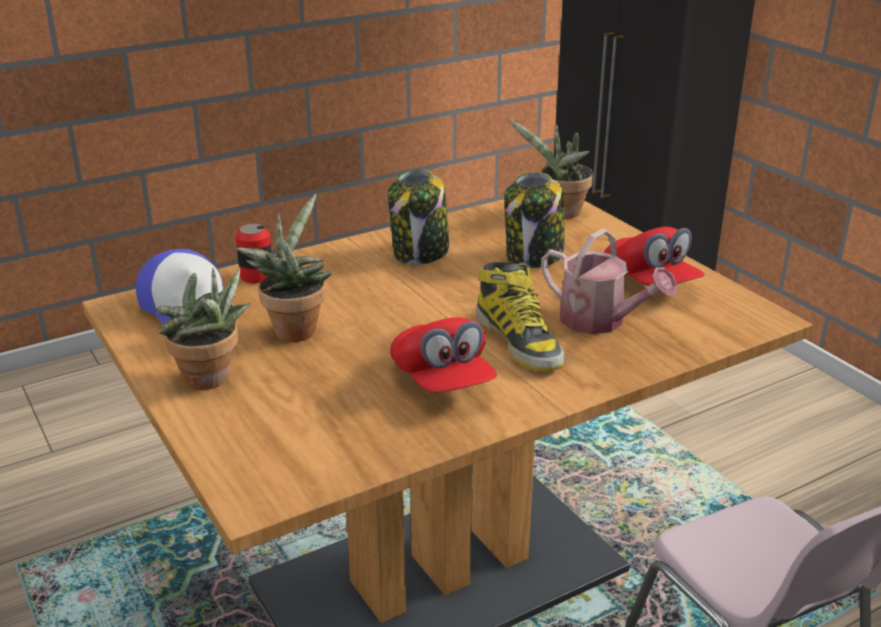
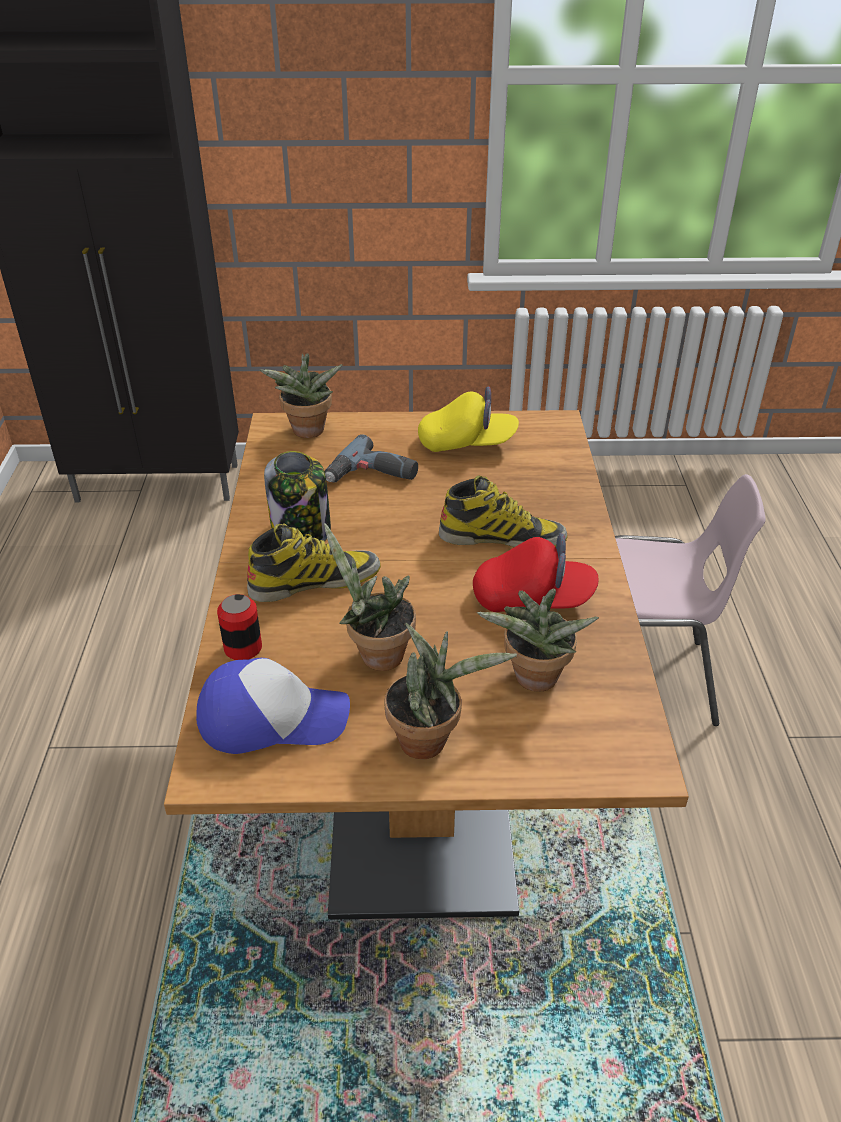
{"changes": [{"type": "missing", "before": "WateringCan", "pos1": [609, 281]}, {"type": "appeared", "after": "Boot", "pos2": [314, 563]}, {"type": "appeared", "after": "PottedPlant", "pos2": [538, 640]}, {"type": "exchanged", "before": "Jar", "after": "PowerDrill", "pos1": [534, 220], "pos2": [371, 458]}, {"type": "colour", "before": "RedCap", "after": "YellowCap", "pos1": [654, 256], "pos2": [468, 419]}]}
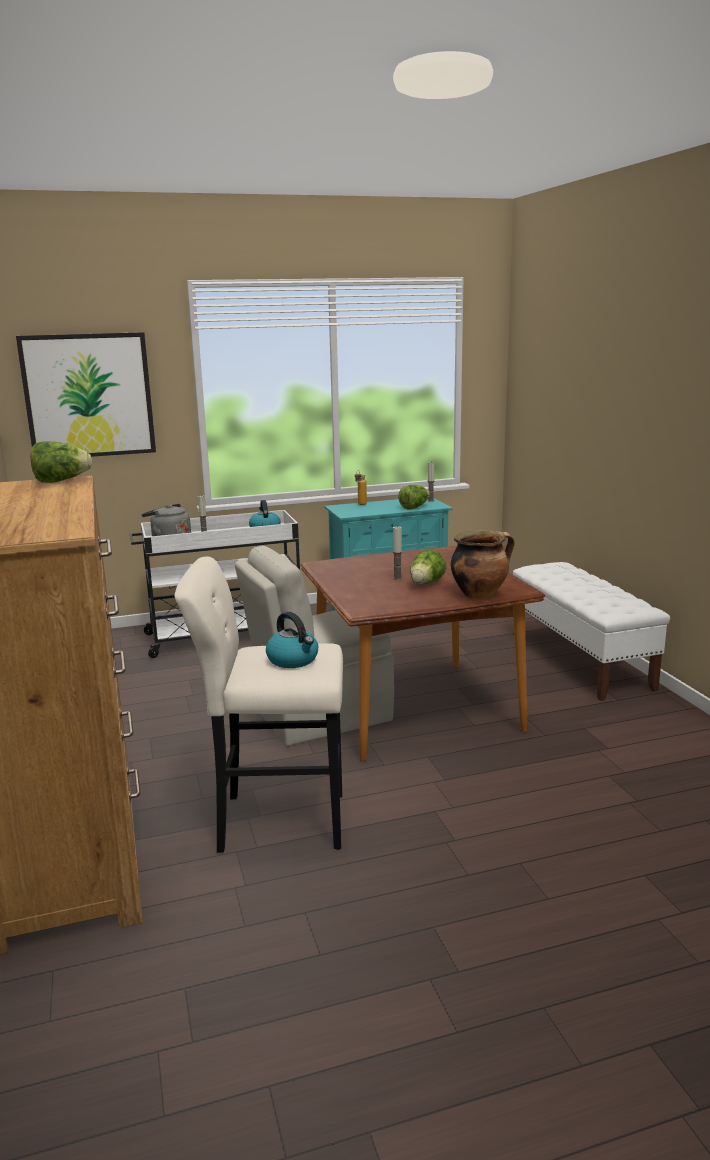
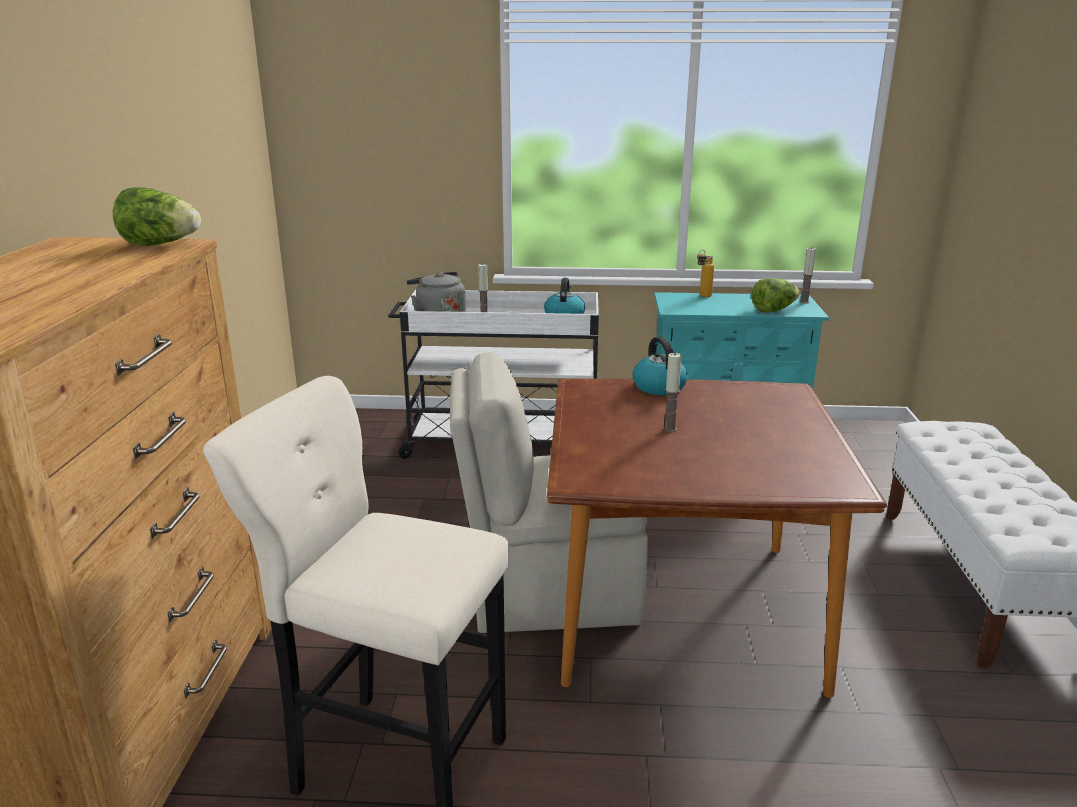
{"changes": [{"type": "missing", "before": "Picture", "pos1": [86, 394]}, {"type": "missing", "before": "Lettuce", "pos1": [428, 567]}, {"type": "missing", "before": "CookingPot", "pos1": [483, 564]}, {"type": "relocated", "before": "Kettle", "pos1": [292, 640], "pos2": [660, 365]}]}
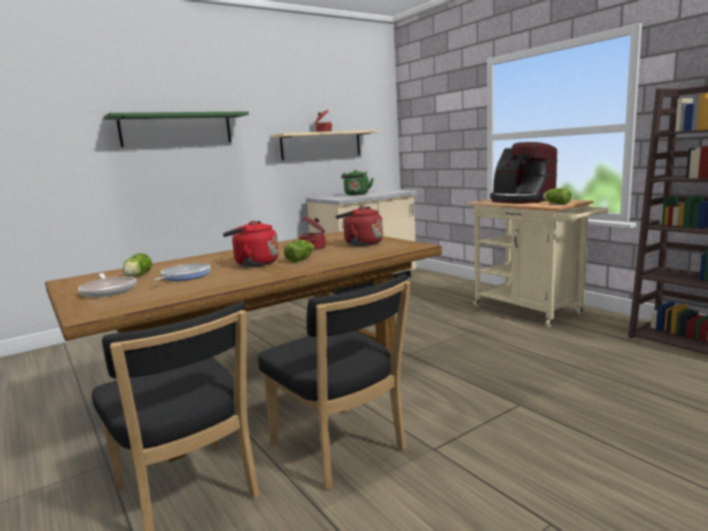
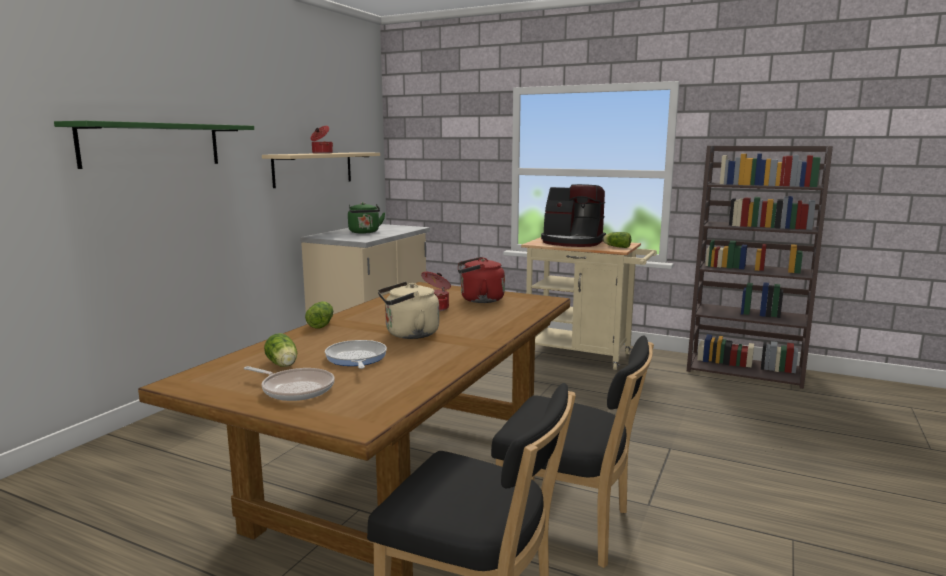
{"changes": [{"type": "relocated", "before": "Lettuce", "pos1": [299, 251], "pos2": [319, 315]}, {"type": "colour", "before": "RedKettle", "after": "BeigeKettle", "pos1": [251, 244], "pos2": [408, 310]}]}
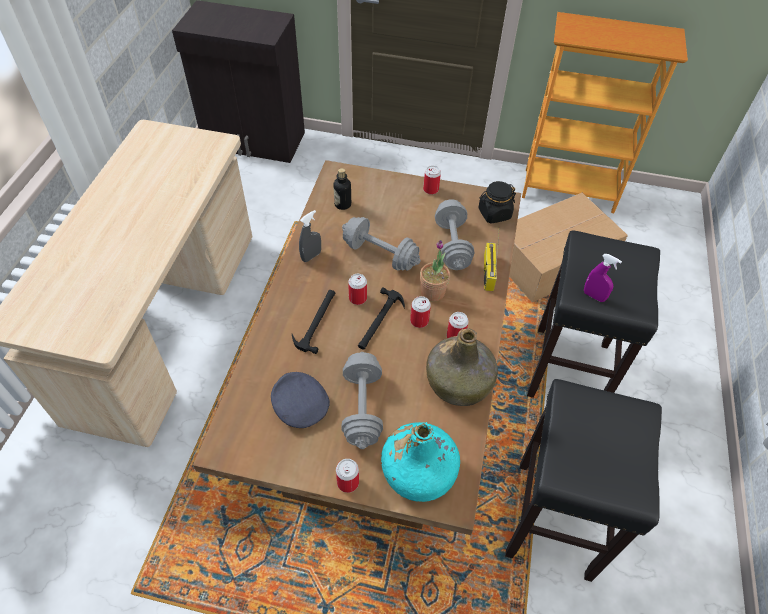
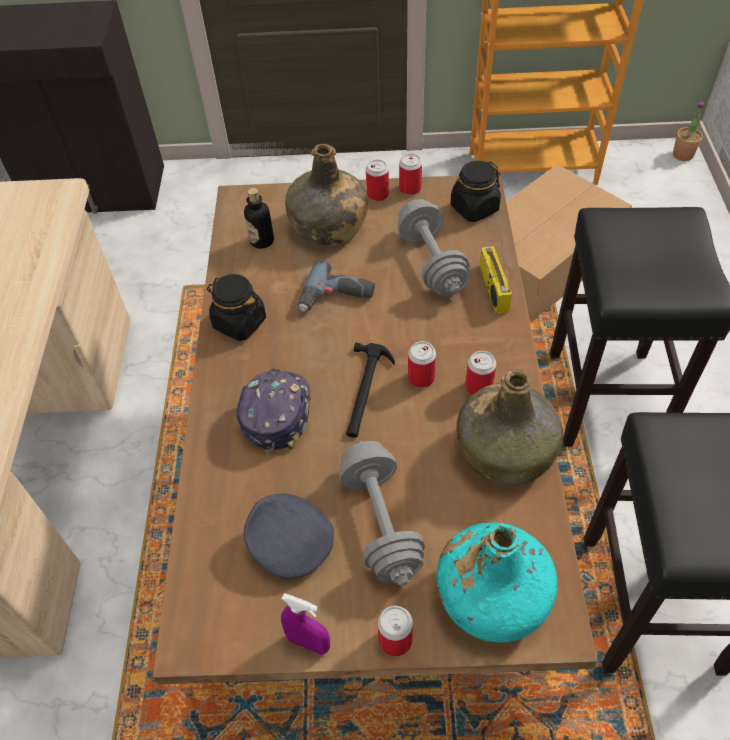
{"changes": [{"type": "appeared", "after": "GreenBottle", "pos2": [326, 195]}, {"type": "relocated", "before": "Can", "pos1": [357, 289], "pos2": [410, 174]}, {"type": "relocated", "before": "PottedPlant", "pos1": [435, 271], "pos2": [688, 130]}, {"type": "relocated", "before": "PurpleSprayBottle", "pos1": [603, 278], "pos2": [305, 624]}, {"type": "exchanged", "before": "Hammer", "after": "Cap", "pos1": [313, 322], "pos2": [273, 410]}, {"type": "exchanged", "before": "GreySprayBottle", "after": "BlackJar", "pos1": [310, 236], "pos2": [236, 307]}, {"type": "exchanged", "before": "GreyDumbbell", "after": "PowerDrill", "pos1": [381, 244], "pos2": [336, 286]}]}
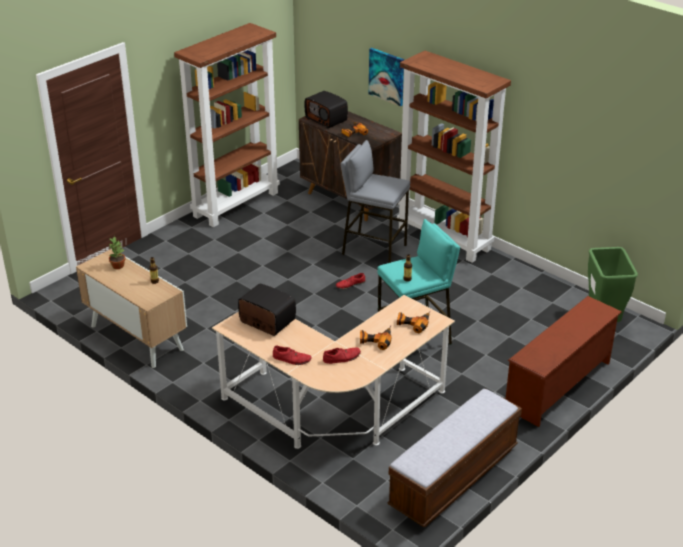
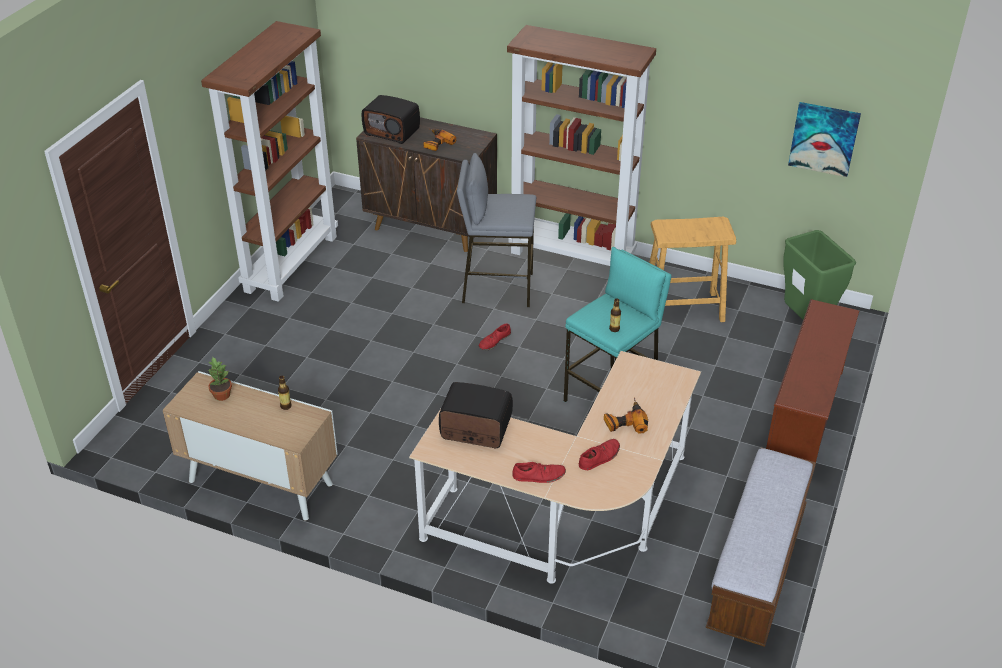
{"changes": [{"type": "missing", "before": "PowerDrill", "pos1": [414, 321]}, {"type": "appeared", "after": "BeigeStool", "pos2": [692, 269]}, {"type": "relocated", "before": "Picture", "pos1": [386, 77], "pos2": [824, 139]}]}
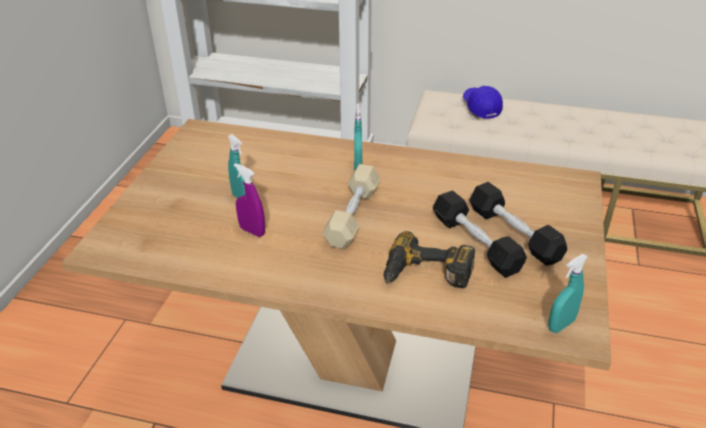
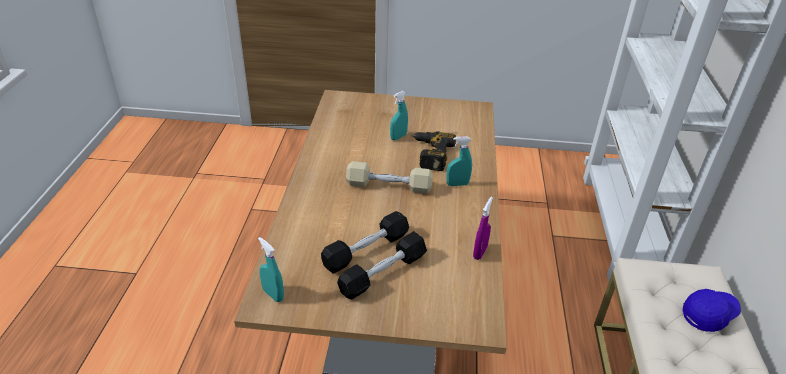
{"changes": [{"type": "relocated", "before": "PurpleSprayBottle", "pos1": [249, 200], "pos2": [483, 228]}, {"type": "relocated", "before": "PowerDrill", "pos1": [429, 259], "pos2": [433, 151]}]}
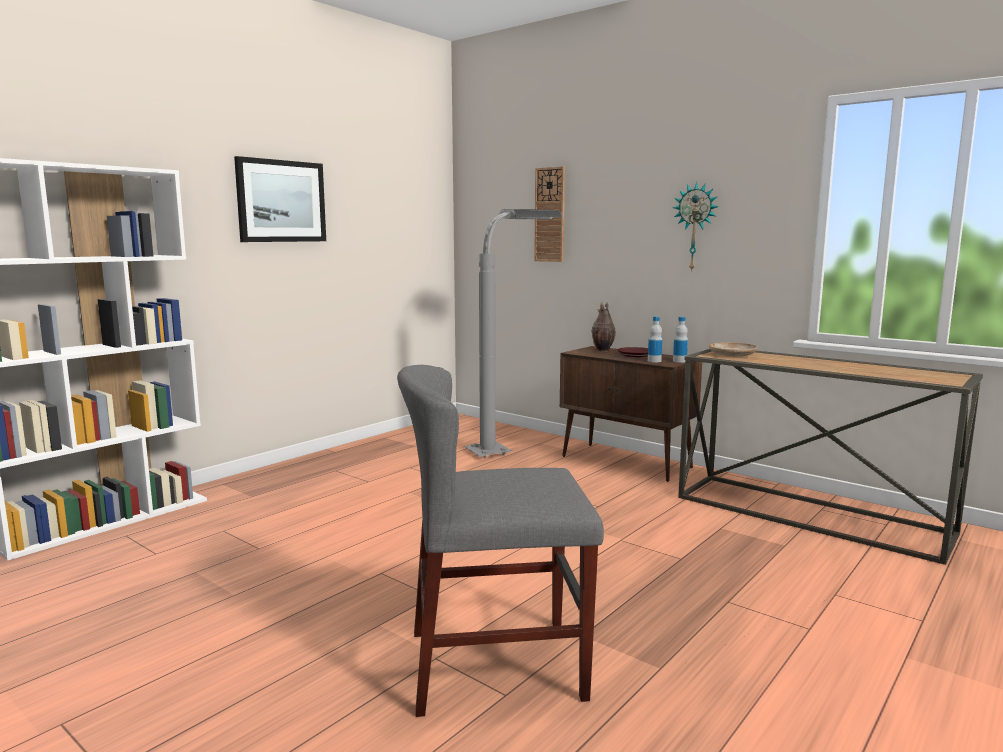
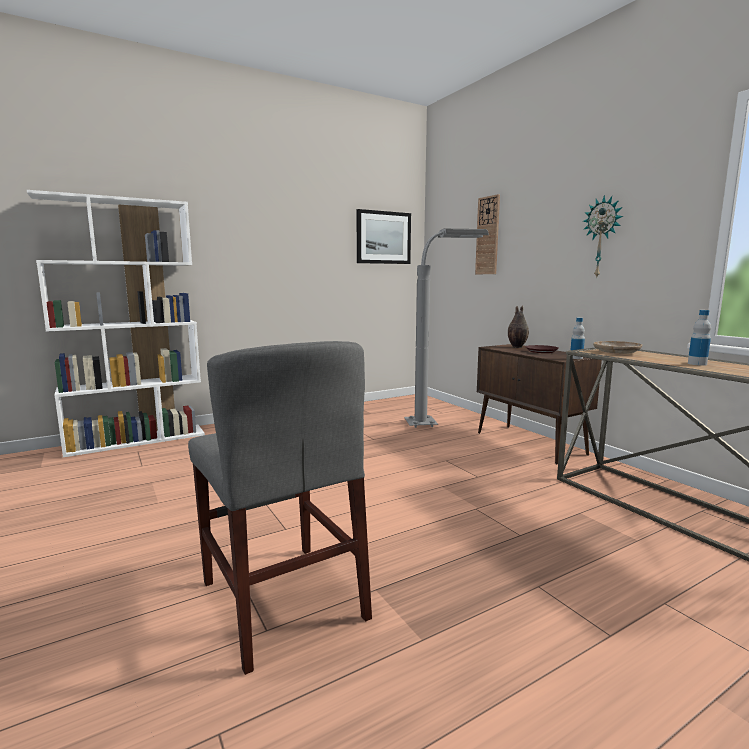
{"changes": [{"type": "relocated", "before": "Picture", "pos1": [280, 199], "pos2": [383, 236]}, {"type": "relocated", "before": "Bottle", "pos1": [655, 339], "pos2": [699, 338]}, {"type": "spun", "before": "GreyChair", "pos1": [500, 541], "pos2": [280, 508], "turn": -135}]}
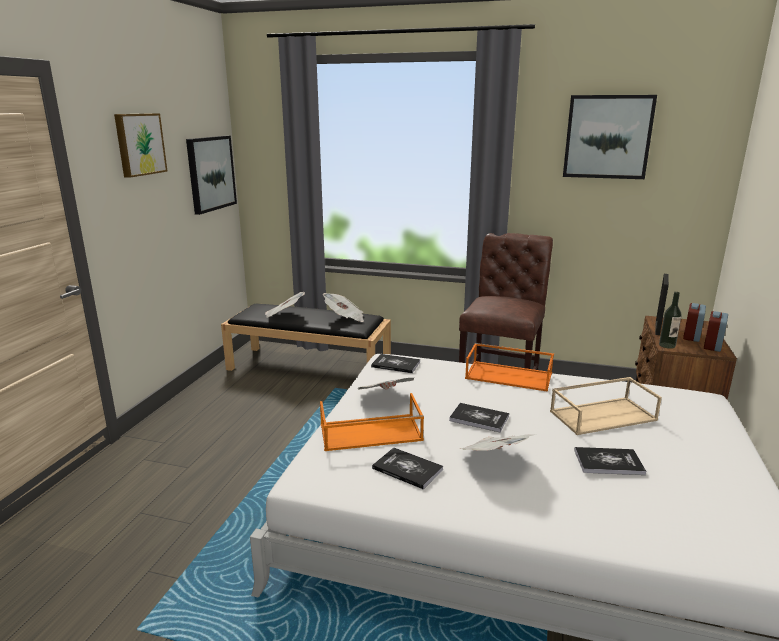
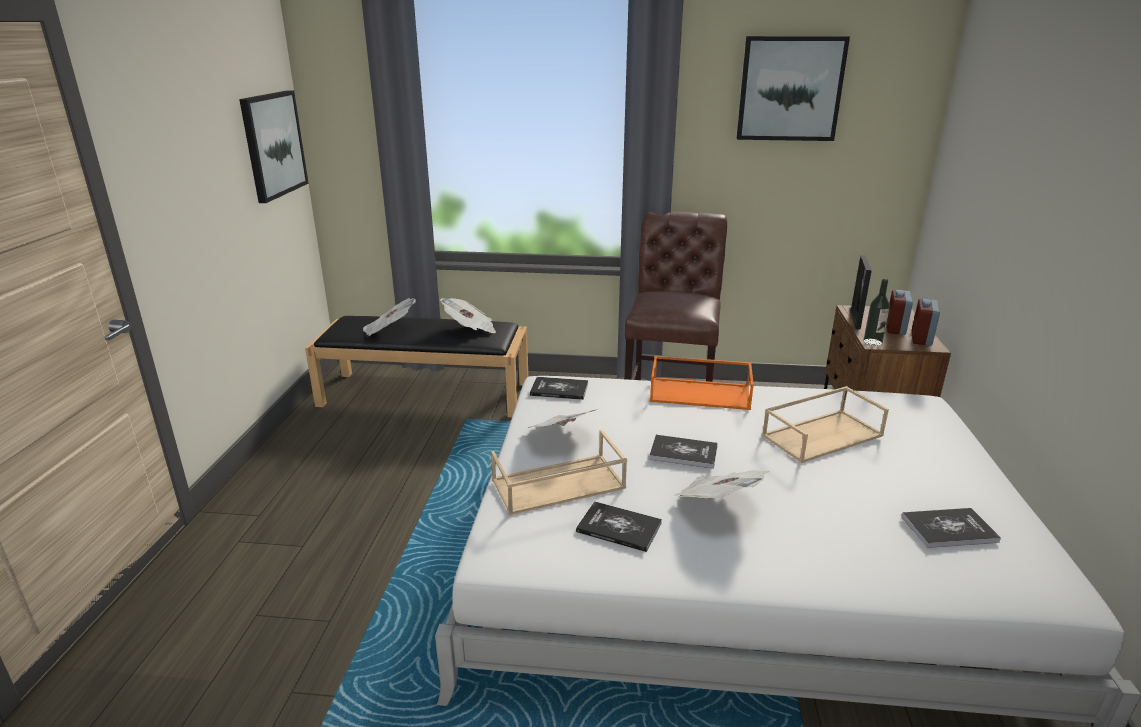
{"changes": [{"type": "missing", "before": "Picture", "pos1": [140, 145]}, {"type": "relocated", "before": "Book", "pos1": [610, 461], "pos2": [951, 528]}, {"type": "colour", "before": "OrangeTray", "after": "BeigeTray", "pos1": [372, 422], "pos2": [559, 472]}]}
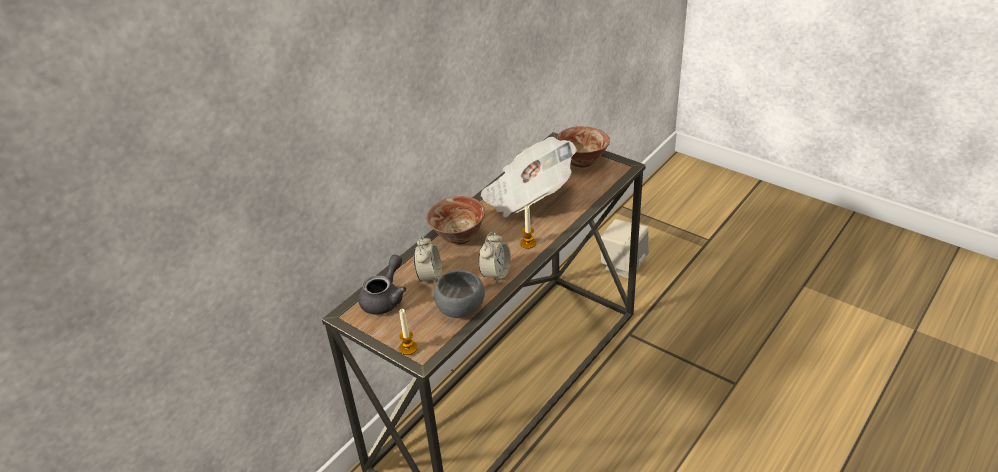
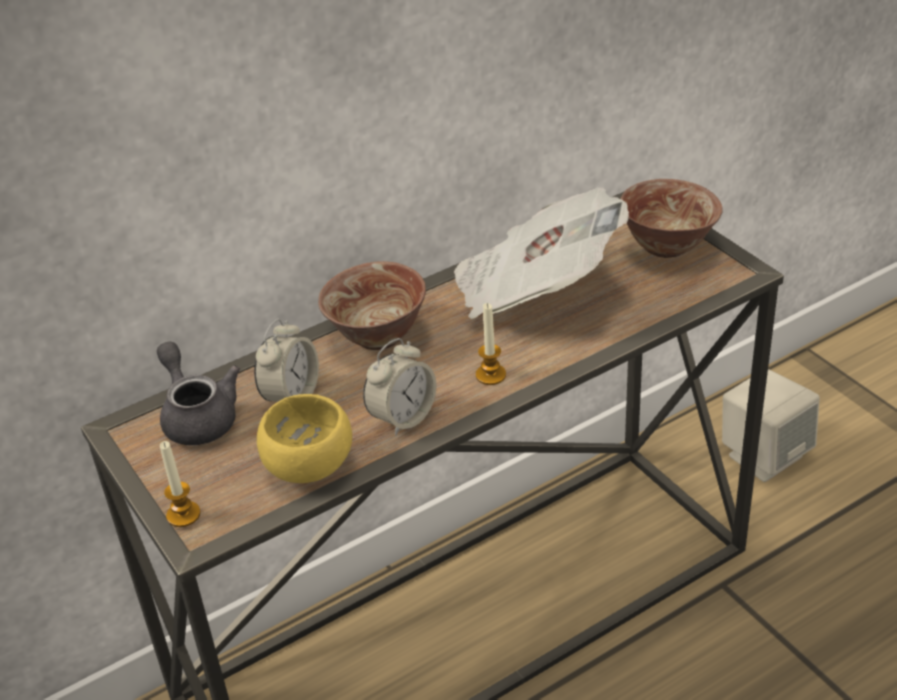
{"changes": [{"type": "colour", "before": "GreyBowl", "after": "YellowBowl", "pos1": [459, 294], "pos2": [304, 438]}, {"type": "spun", "before": "GreyTeapot", "pos1": [382, 285], "pos2": [198, 393], "turn": -75}]}
